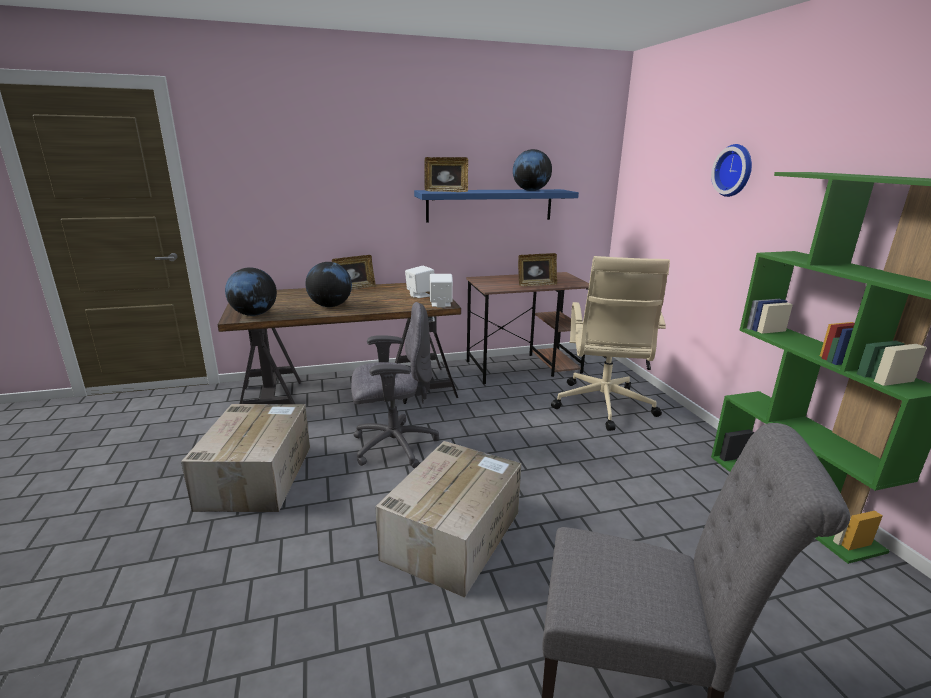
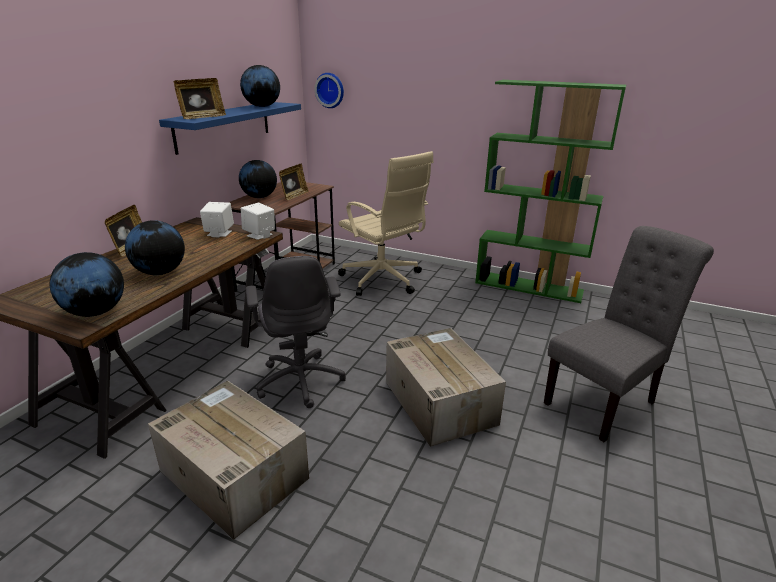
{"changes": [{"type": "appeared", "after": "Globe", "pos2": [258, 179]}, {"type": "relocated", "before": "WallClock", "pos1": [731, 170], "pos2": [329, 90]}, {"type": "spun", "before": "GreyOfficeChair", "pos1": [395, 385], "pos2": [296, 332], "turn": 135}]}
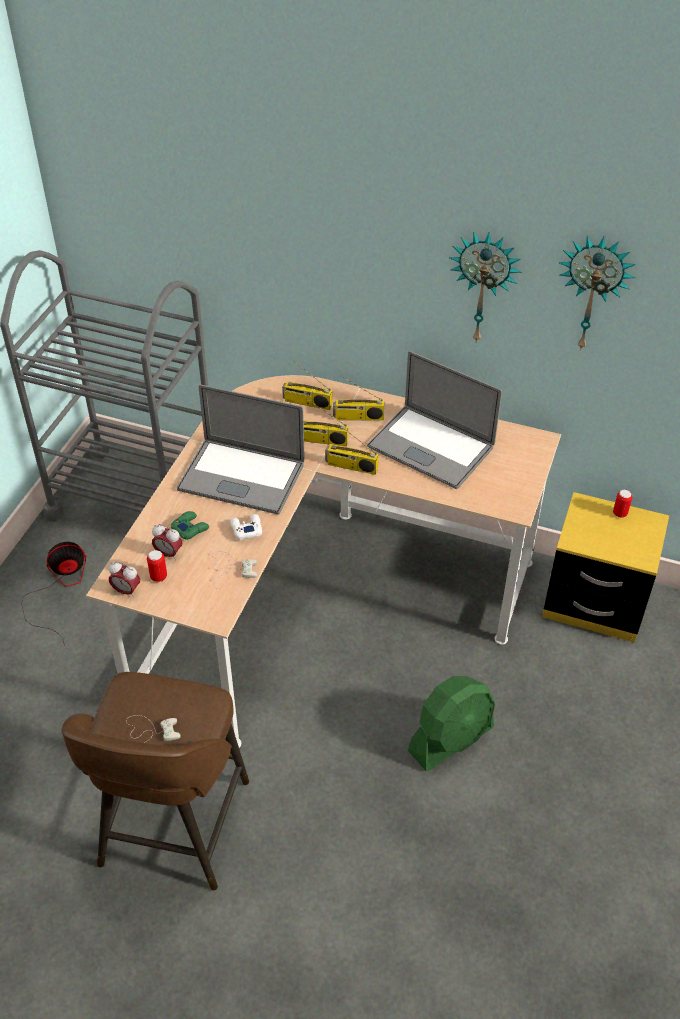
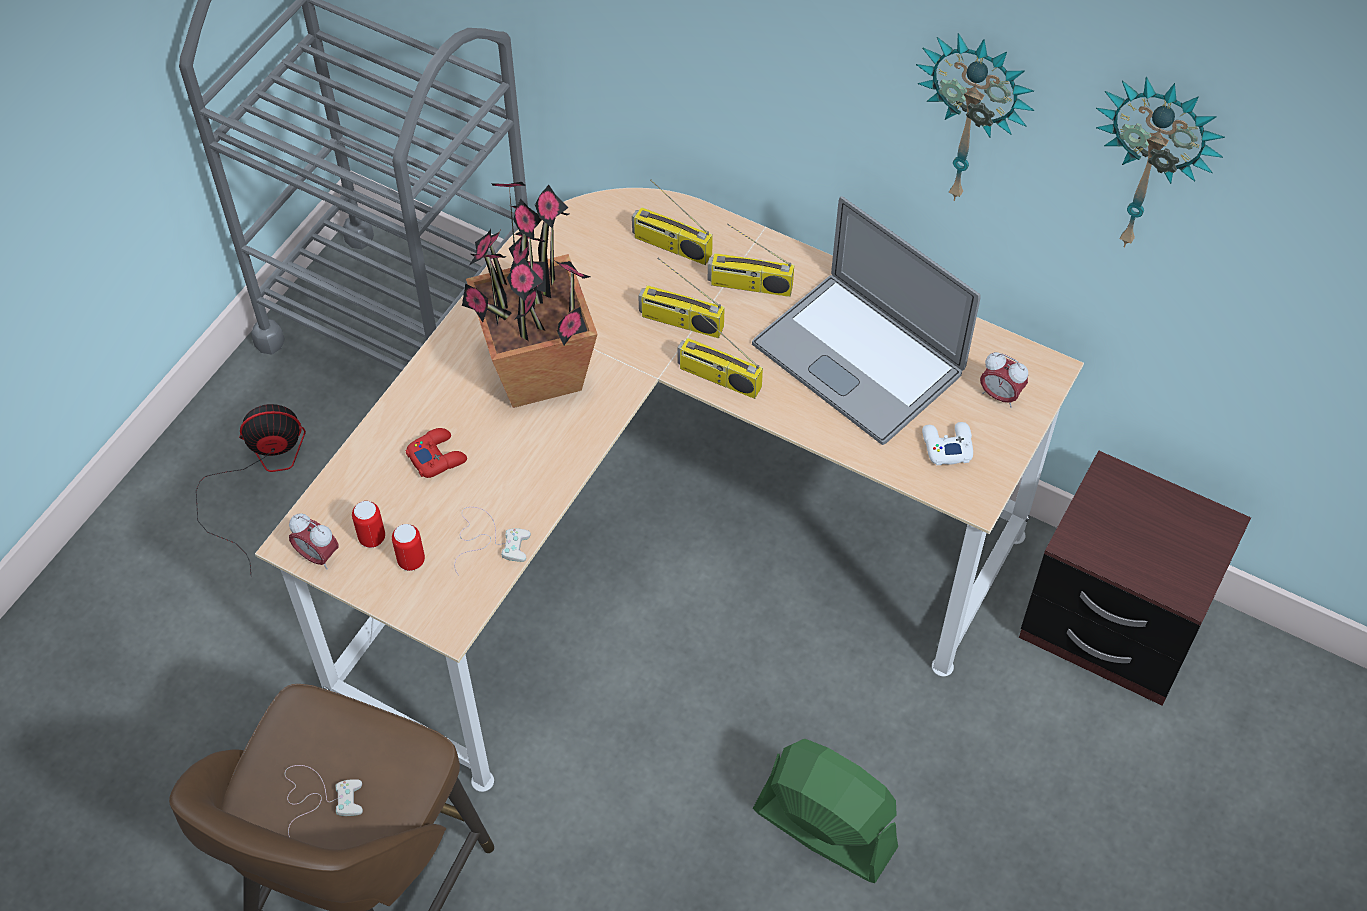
{"changes": [{"type": "relocated", "before": "AlarmClock", "pos1": [167, 542], "pos2": [1004, 380]}, {"type": "relocated", "before": "WhiteGameController", "pos1": [246, 527], "pos2": [947, 443]}, {"type": "relocated", "before": "Can", "pos1": [622, 504], "pos2": [408, 547]}, {"type": "exchanged", "before": "Laptop", "after": "PottedPlant", "pos1": [241, 449], "pos2": [530, 295]}, {"type": "colour", "before": "GreenGameController", "after": "RedGameController", "pos1": [190, 525], "pos2": [436, 453]}, {"type": "colour", "before": "YellowNightstand", "after": "BrownNightstand", "pos1": [605, 567], "pos2": [1135, 578]}, {"type": "spun", "before": "GreenFan", "pos1": [451, 723], "pos2": [825, 811], "turn": -120}]}
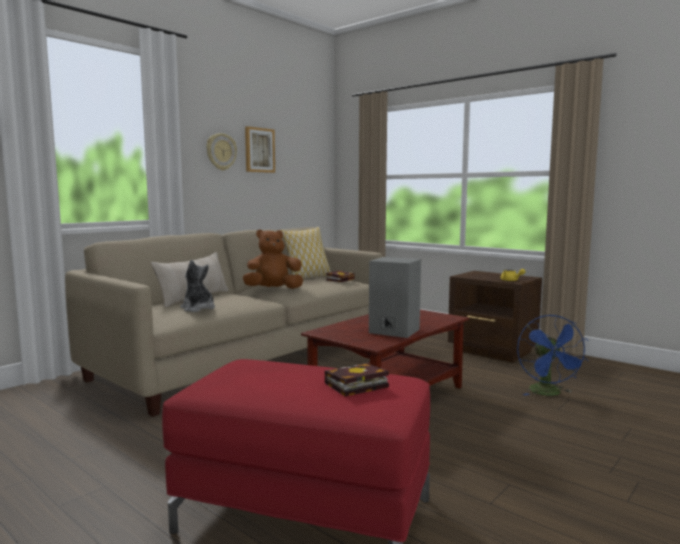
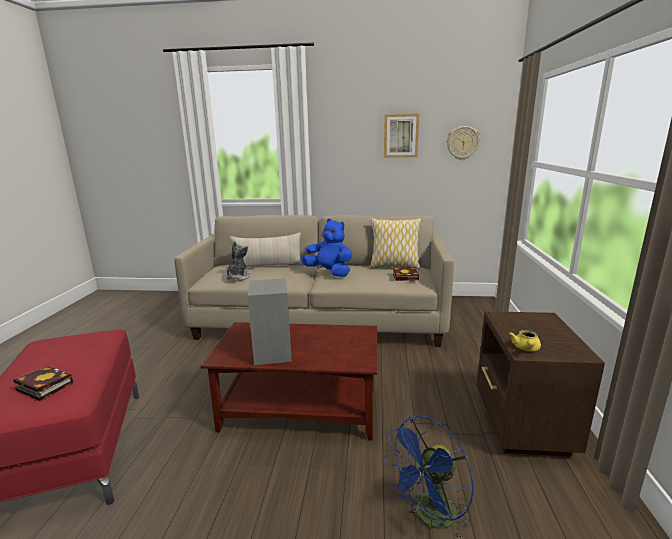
{"changes": [{"type": "relocated", "before": "WallClock", "pos1": [221, 151], "pos2": [463, 143]}, {"type": "colour", "before": "BrownPlushToy", "after": "BluePlushToy", "pos1": [273, 259], "pos2": [326, 248]}]}
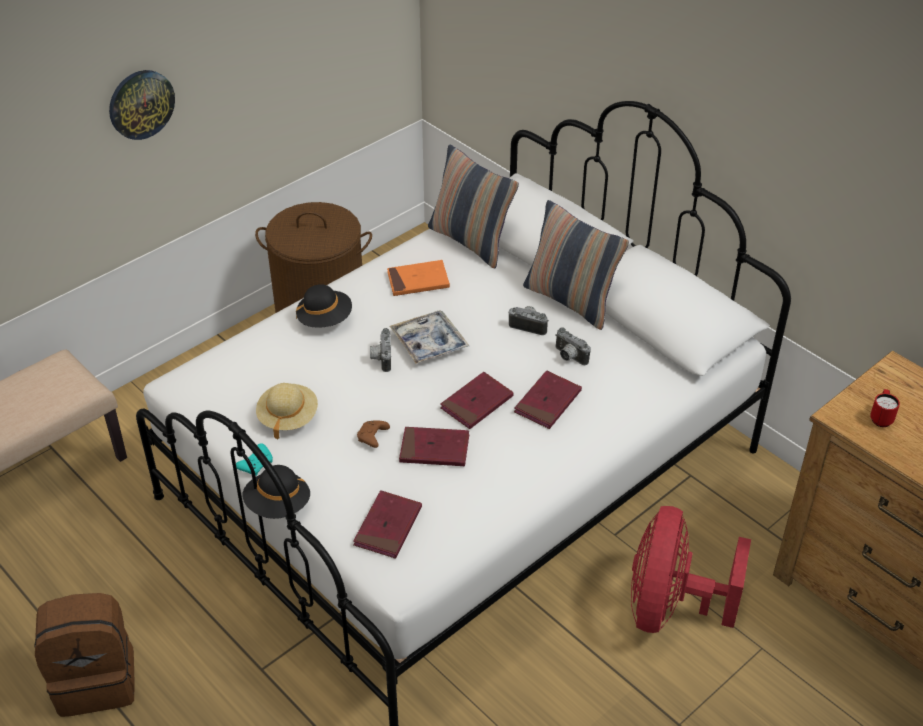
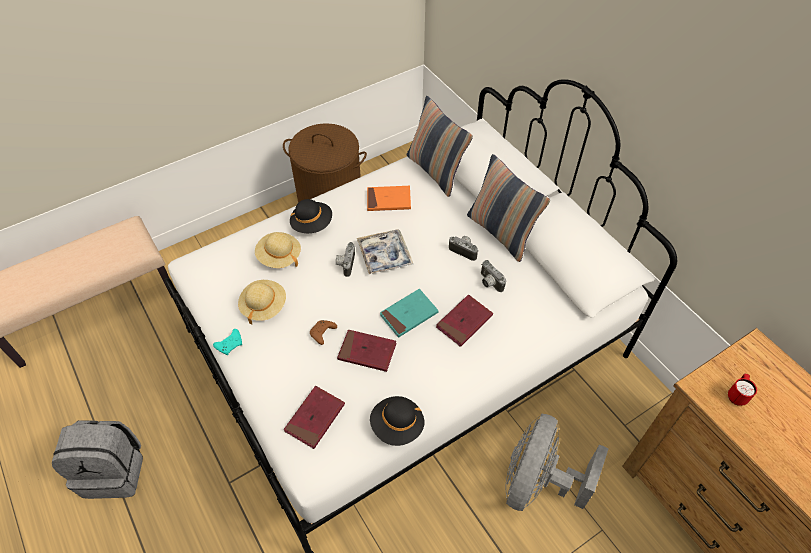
{"changes": [{"type": "missing", "before": "WallClock", "pos1": [142, 105]}, {"type": "appeared", "after": "BeigeHat", "pos2": [278, 250]}, {"type": "relocated", "before": "BlackHat", "pos1": [276, 492], "pos2": [397, 421]}, {"type": "colour", "before": "BrownBackpack", "after": "GreyBackpack", "pos1": [84, 655], "pos2": [97, 460]}, {"type": "colour", "before": "RedBook", "after": "TurquoiseBook", "pos1": [477, 400], "pos2": [409, 313]}, {"type": "colour", "before": "RedFan", "after": "GreyFan", "pos1": [691, 569], "pos2": [557, 462]}]}
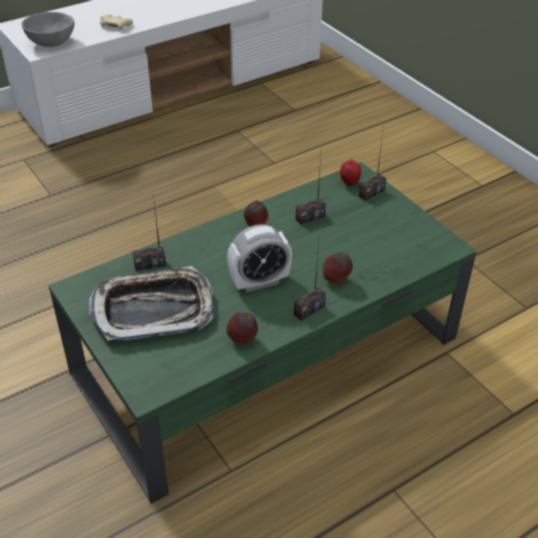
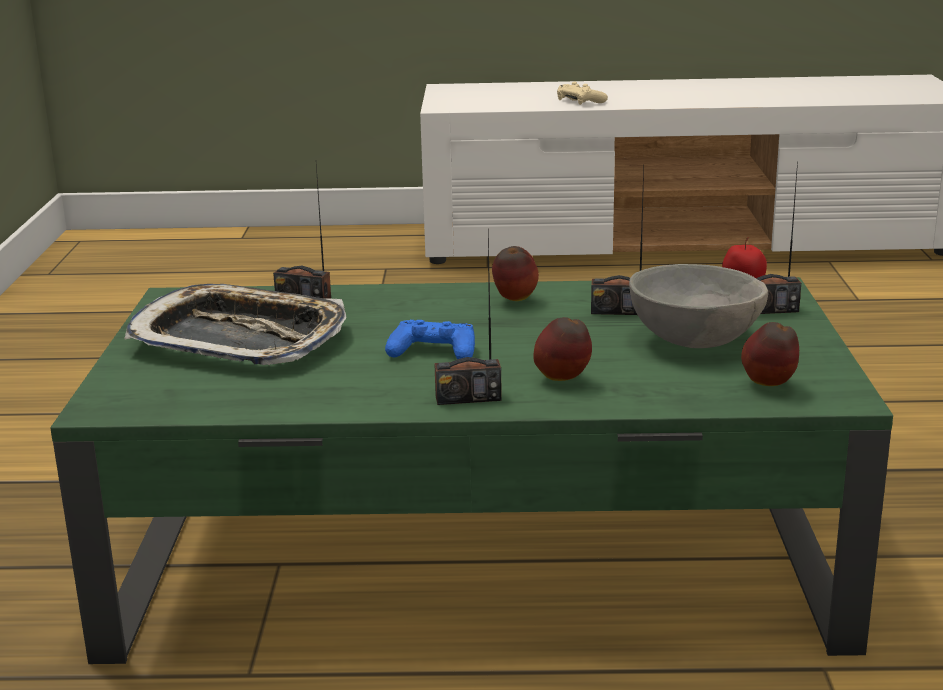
{"changes": [{"type": "relocated", "before": "GreyBowl", "pos1": [48, 29], "pos2": [698, 306]}, {"type": "relocated", "before": "Apple", "pos1": [242, 328], "pos2": [770, 354]}, {"type": "exchanged", "before": "AlarmClock", "after": "BlueGameController", "pos1": [259, 258], "pos2": [430, 339]}]}
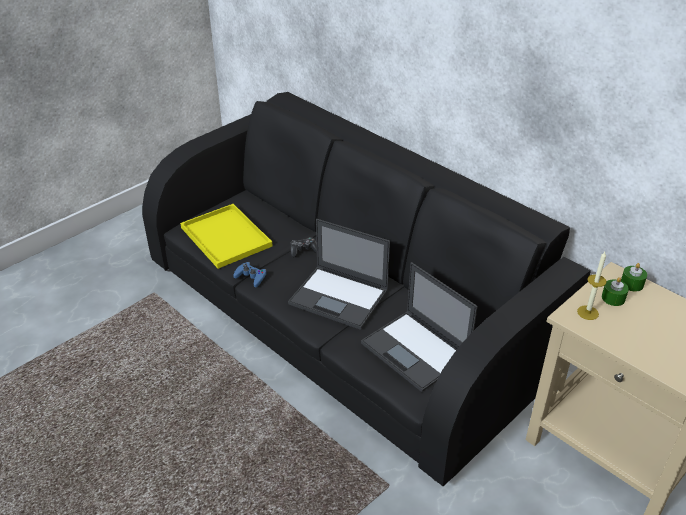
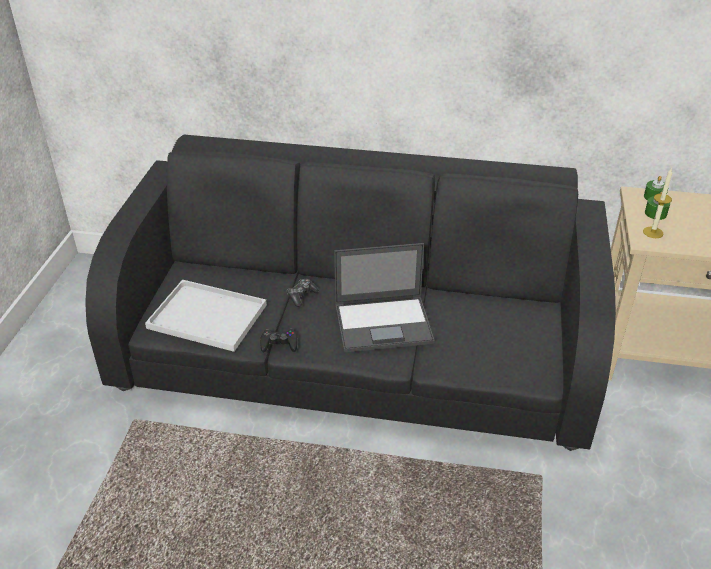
{"changes": [{"type": "missing", "before": "Laptop", "pos1": [419, 327]}, {"type": "colour", "before": "YellowTray", "after": "WhiteTray", "pos1": [226, 236], "pos2": [206, 315]}, {"type": "colour", "before": "BlueGameController", "after": "BlackGameController", "pos1": [249, 275], "pos2": [278, 340]}]}
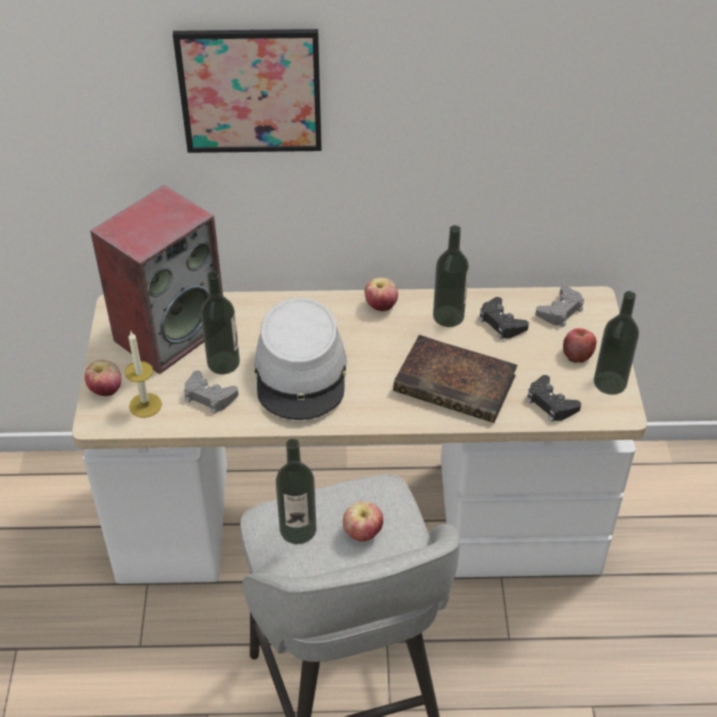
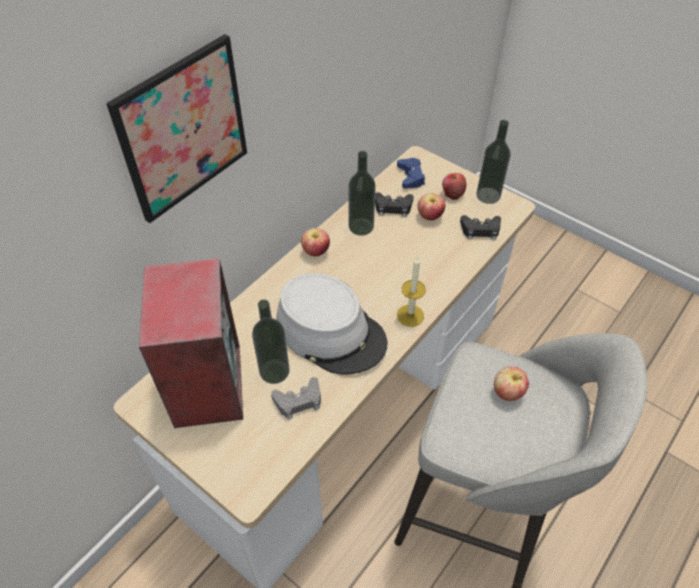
{"changes": [{"type": "missing", "before": "Bottle", "pos1": [296, 491]}, {"type": "missing", "before": "Book", "pos1": [455, 379]}, {"type": "relocated", "before": "Apple", "pos1": [102, 378], "pos2": [431, 206]}, {"type": "relocated", "before": "Candle", "pos1": [143, 374], "pos2": [411, 291]}, {"type": "colour", "before": "GreyGameController", "after": "BlueGameController", "pos1": [560, 306], "pos2": [411, 173]}]}
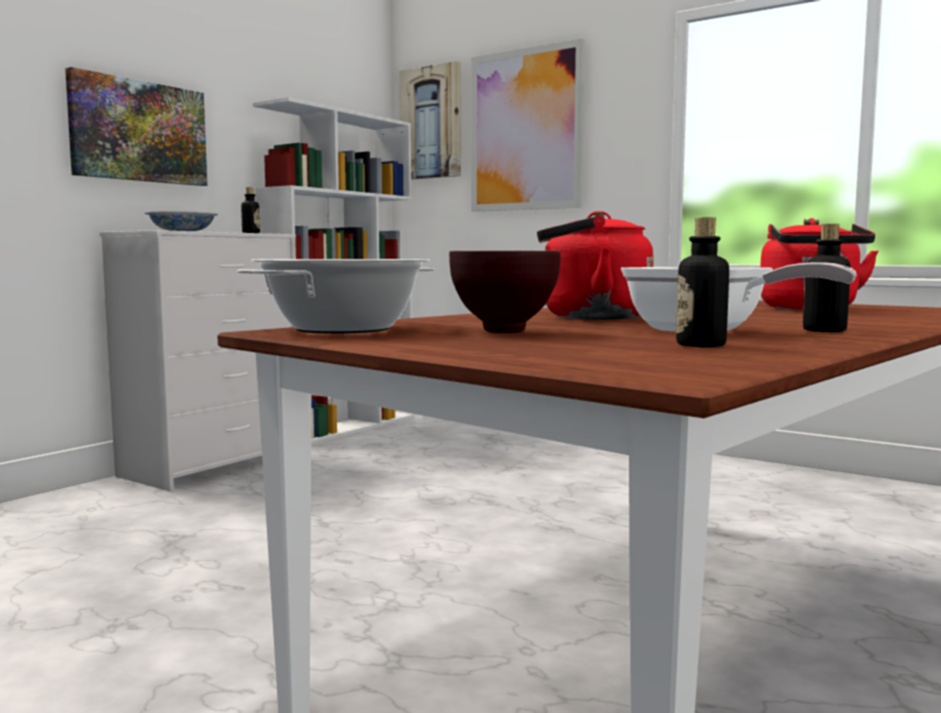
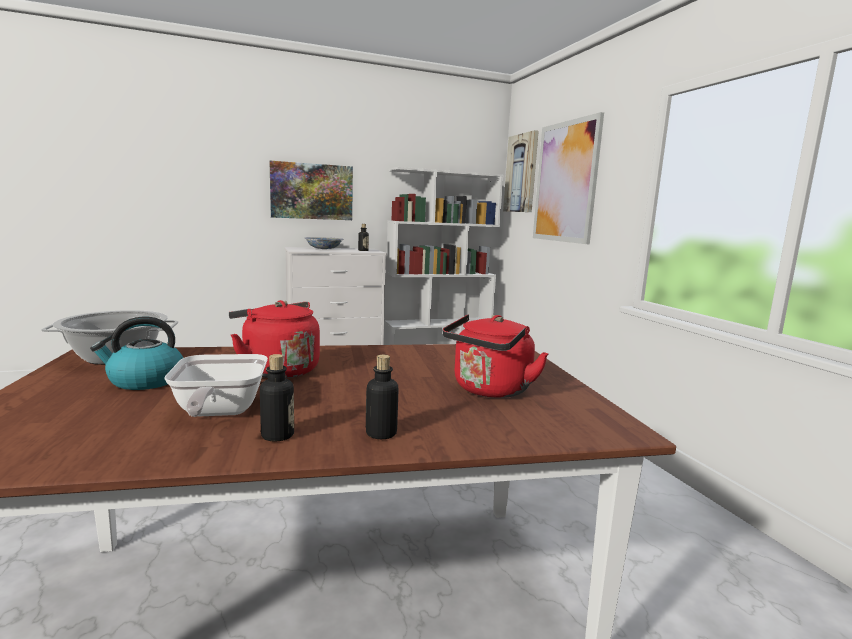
{"changes": [{"type": "relocated", "before": "Bottle", "pos1": [702, 282], "pos2": [382, 397]}, {"type": "exchanged", "before": "BrownBowl", "after": "Kettle", "pos1": [505, 292], "pos2": [136, 353]}]}
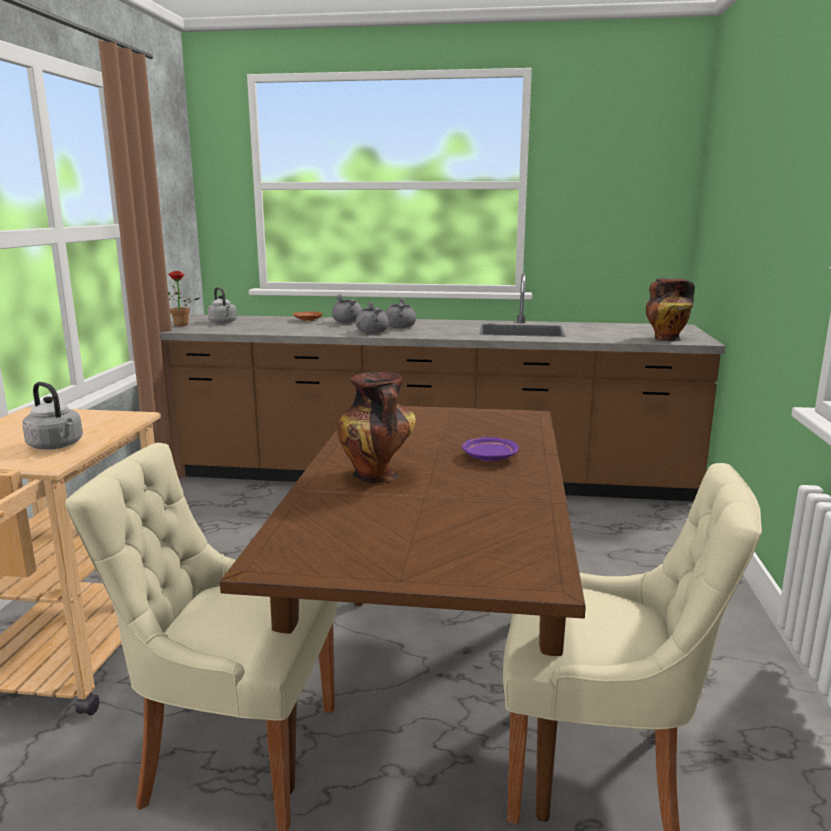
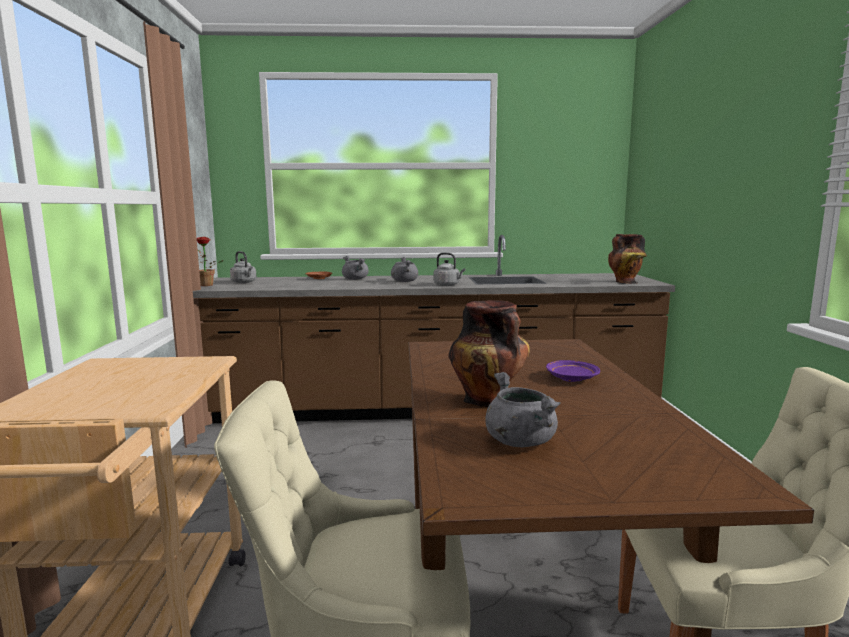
{"changes": [{"type": "relocated", "before": "GreyKettle", "pos1": [52, 416], "pos2": [449, 269]}, {"type": "relocated", "before": "GreyCookingPot", "pos1": [372, 318], "pos2": [523, 409]}]}
